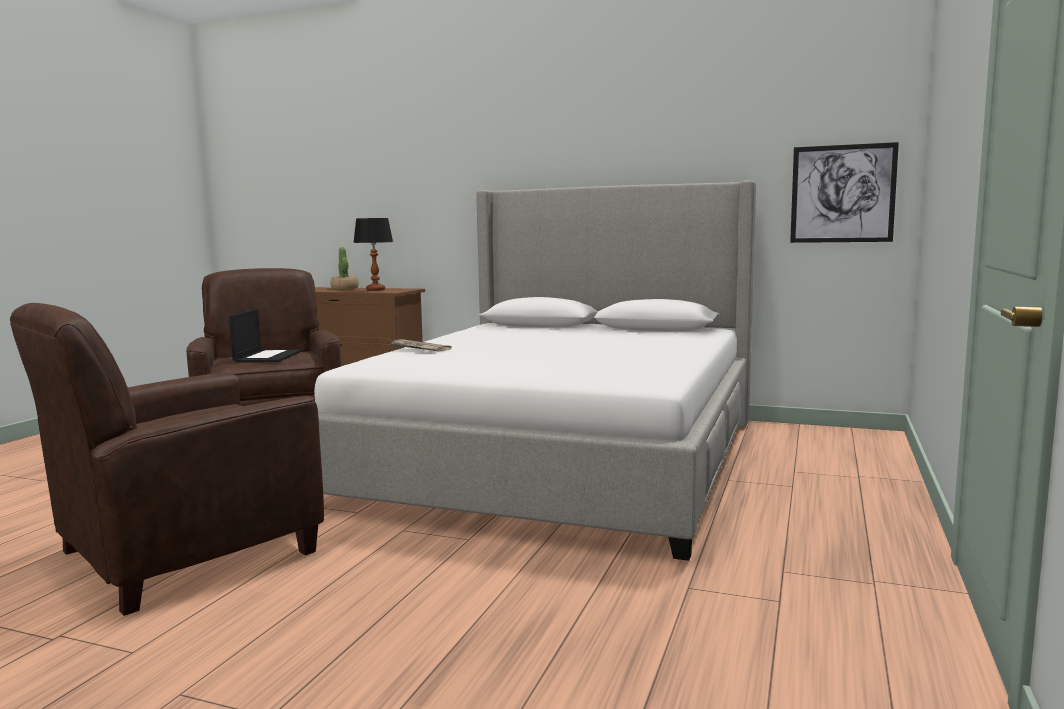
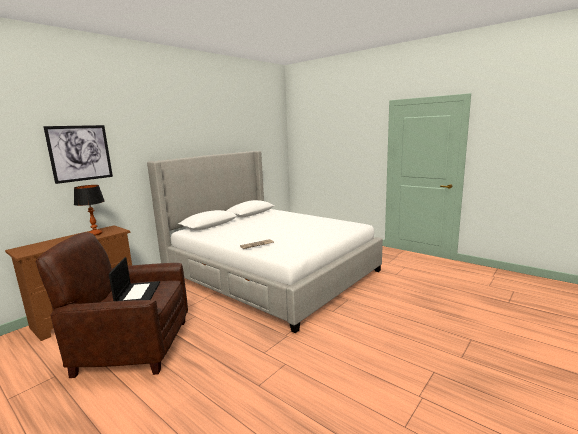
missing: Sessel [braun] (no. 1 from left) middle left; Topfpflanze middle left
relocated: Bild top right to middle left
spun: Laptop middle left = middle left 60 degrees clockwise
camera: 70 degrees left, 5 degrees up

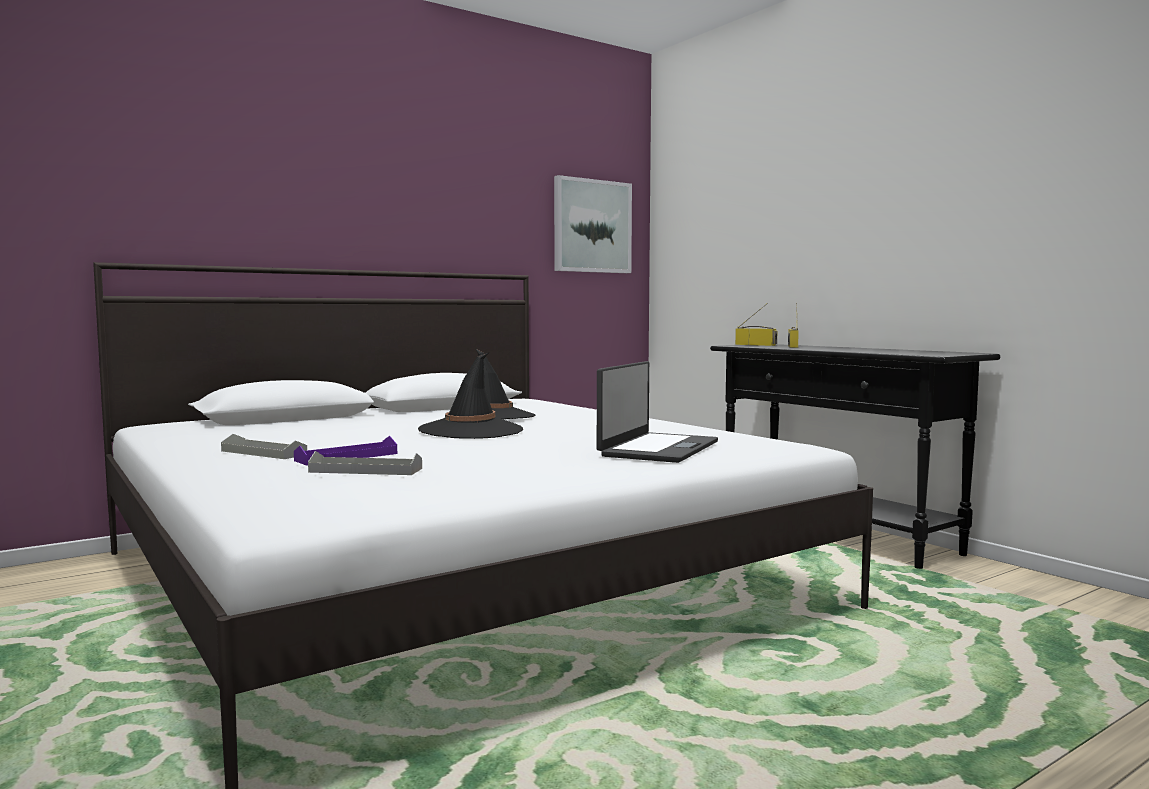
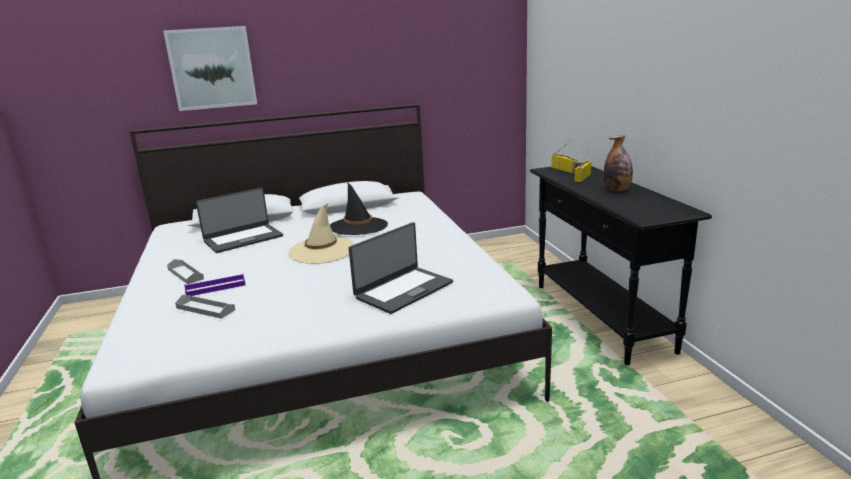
appeared: Laptop (no. 1 from left) middle left; Flasche middle right
relocated: Bild top centre to top left
colour: Hut [schwarz] (no. 1 from left) centre to Hut [beige] centre
camera: 20 degrees right, 15 degrees up

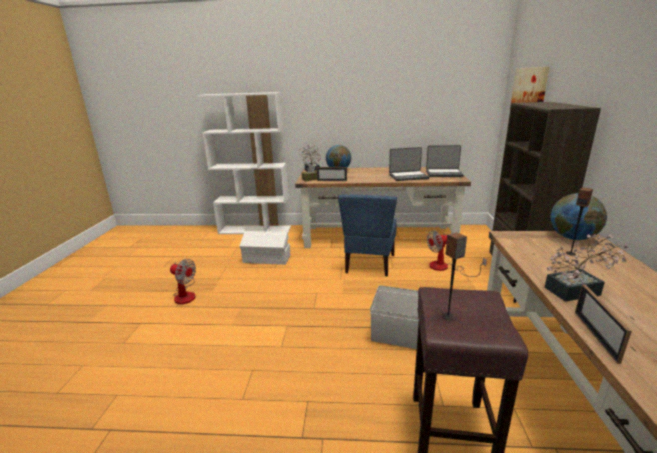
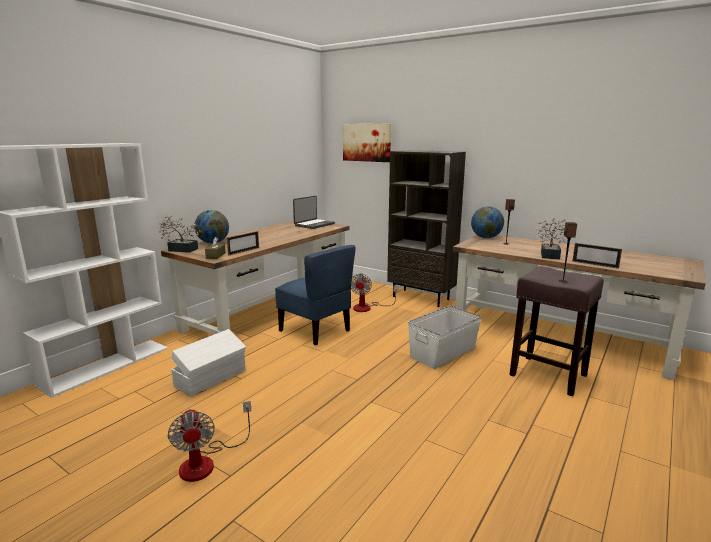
missing: Laptop (no. 1 from left) centre
spun: Ventilator (no. 1 from left) middle left = bottom left 105 degrees clockwise
camera: 60 degrees left, 5 degrees down

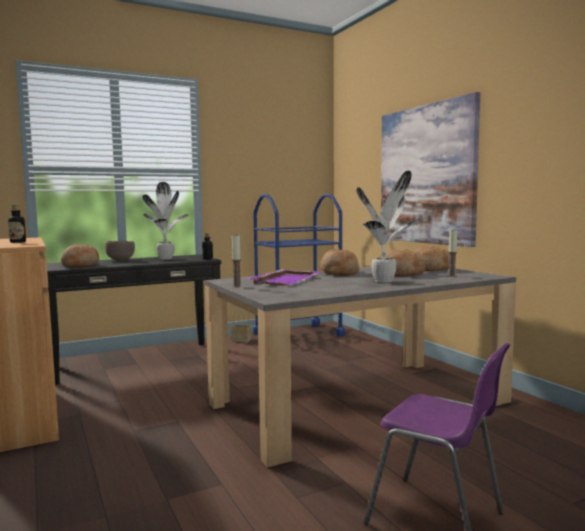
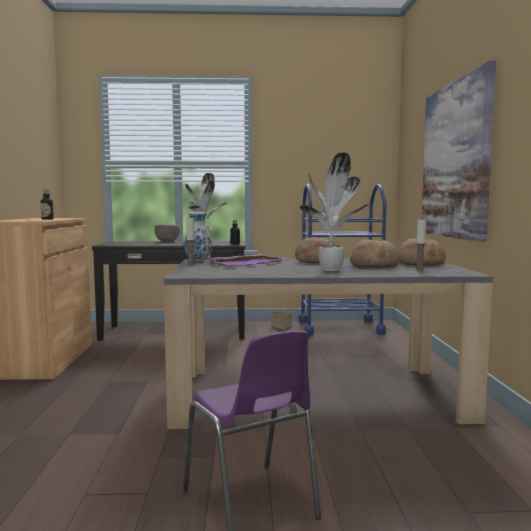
missing: Brot (no. 1 from left) middle left
appeared: Vase centre
camera: 25 degrees right, 0 degrees up

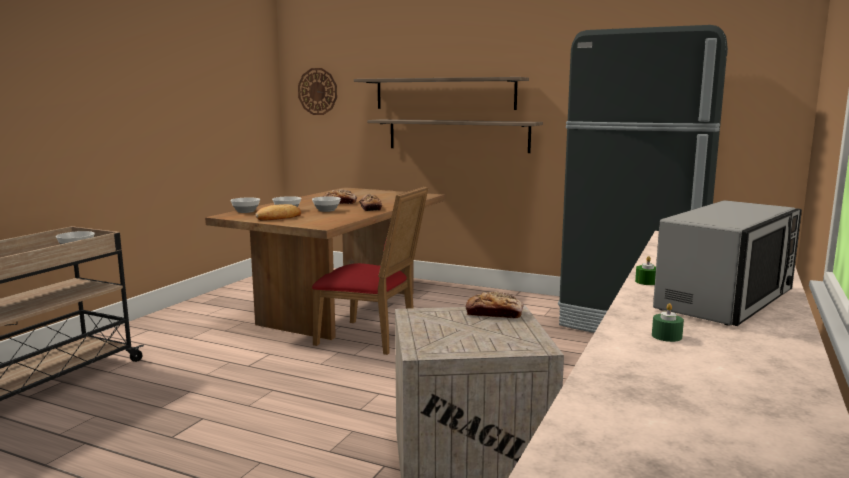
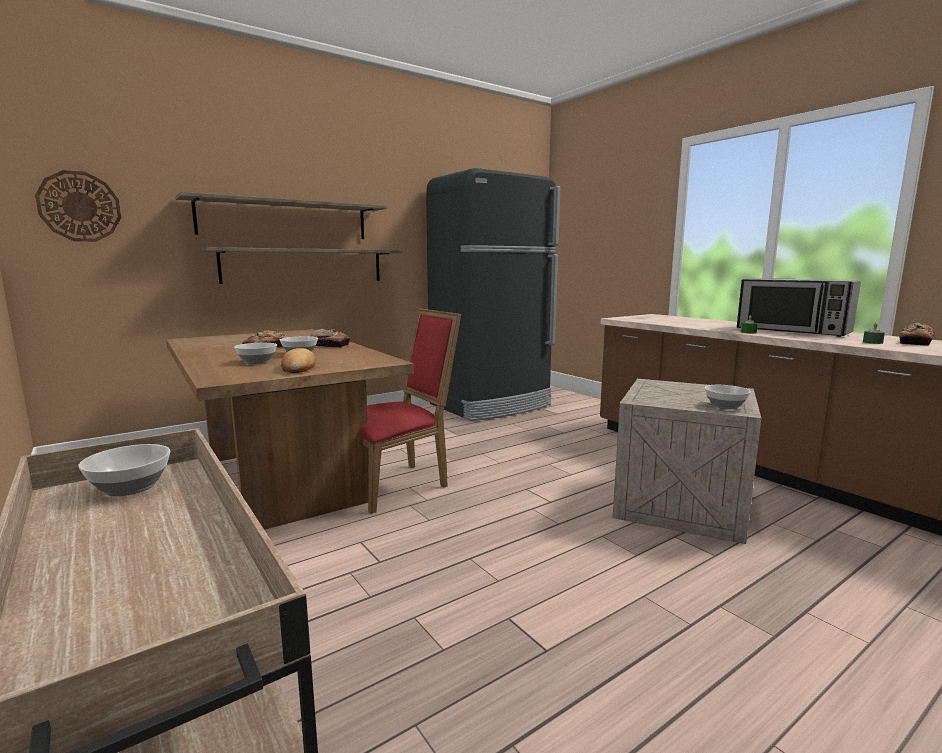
relocated: Schüssel (no. 2 from left in the first image) middle left to Schüssel (no. 4 from left) middle right; Brot (no. 4 from left) centre to middle right
spun: Mikrowelle middle right = middle right 150 degrees clockwise
camera: 60 degrees left, 0 degrees up

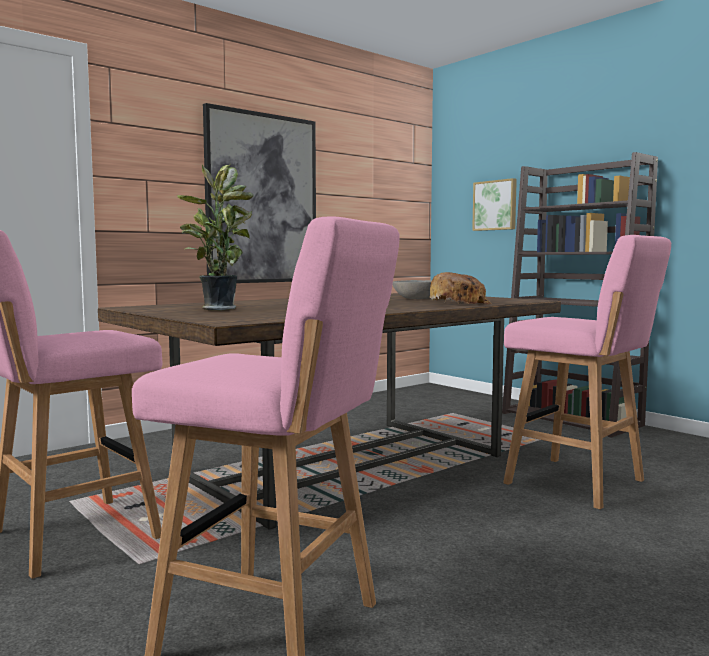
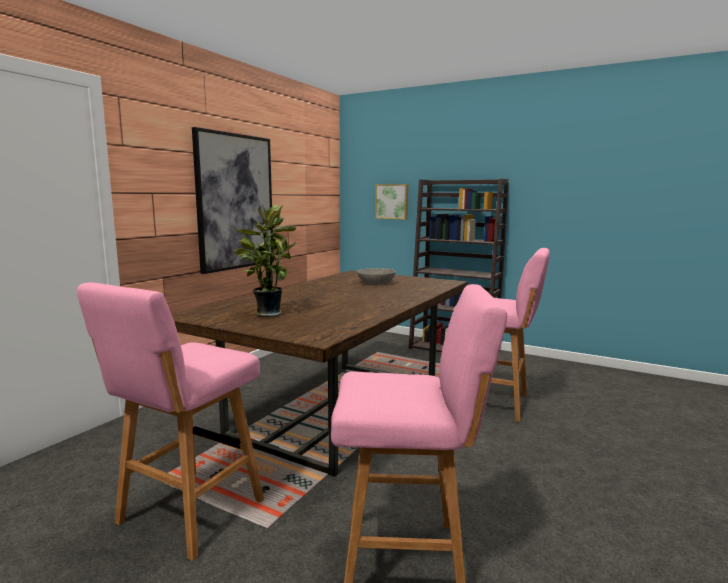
missing: Brot centre
camera: 20 degrees left, 5 degrees up

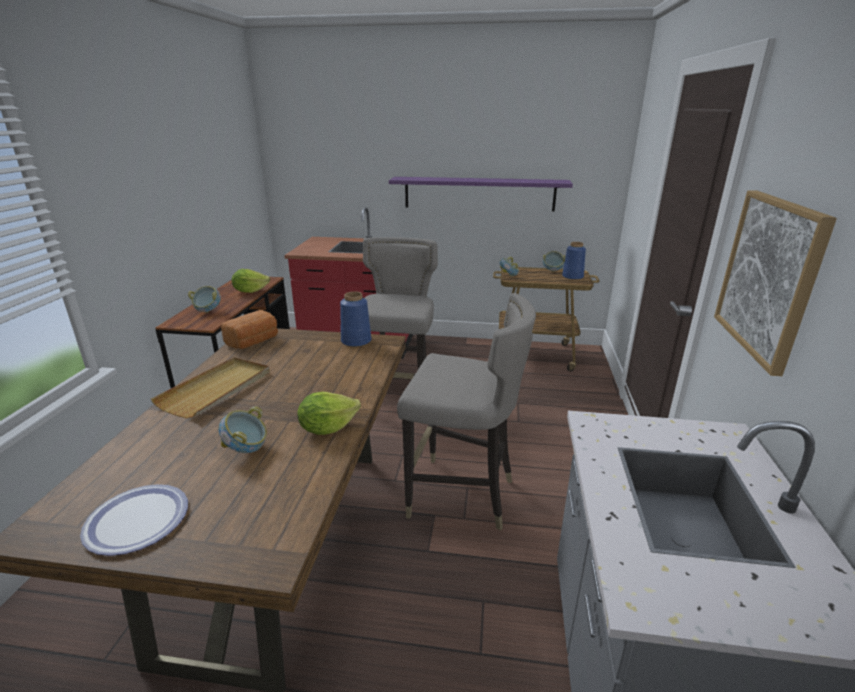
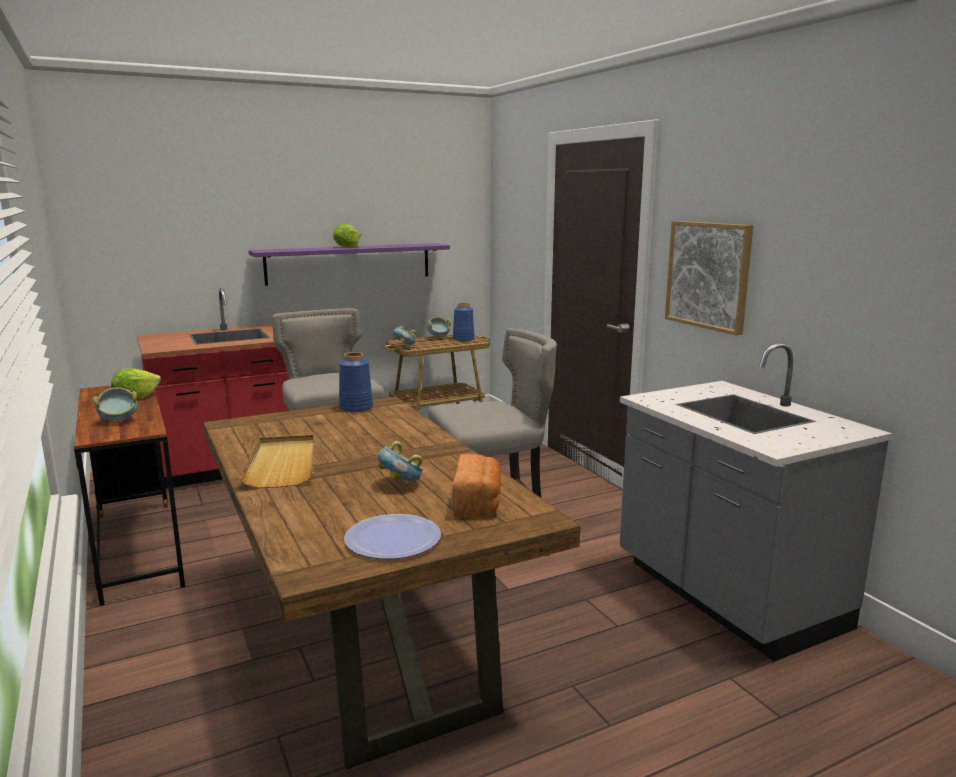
relocated: Salatkopf (no. 2 from left) centre to top centre; Brot middle left to centre
camera: 35 degrees left, 10 degrees down

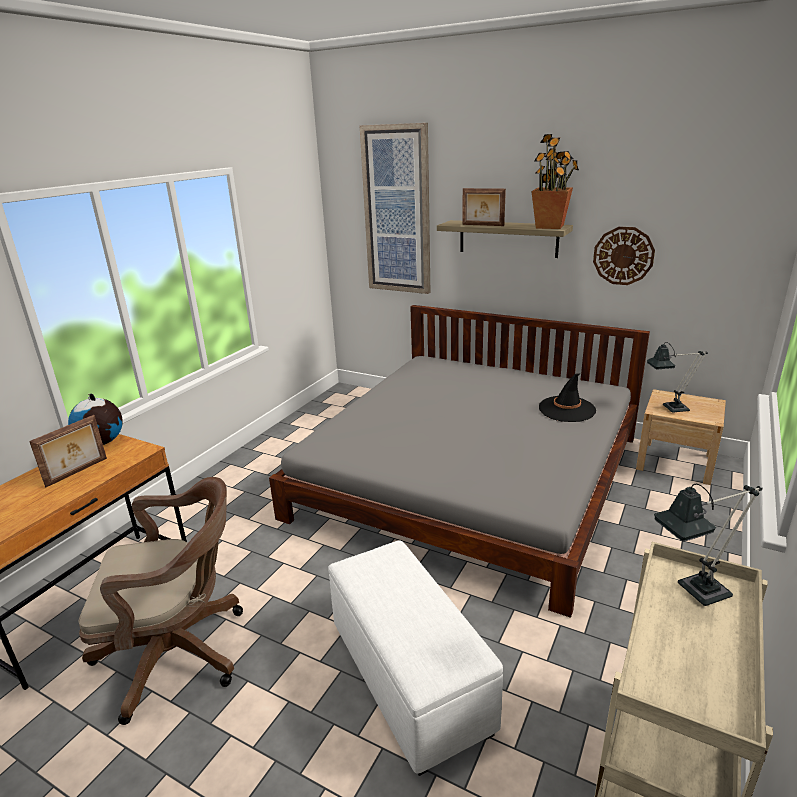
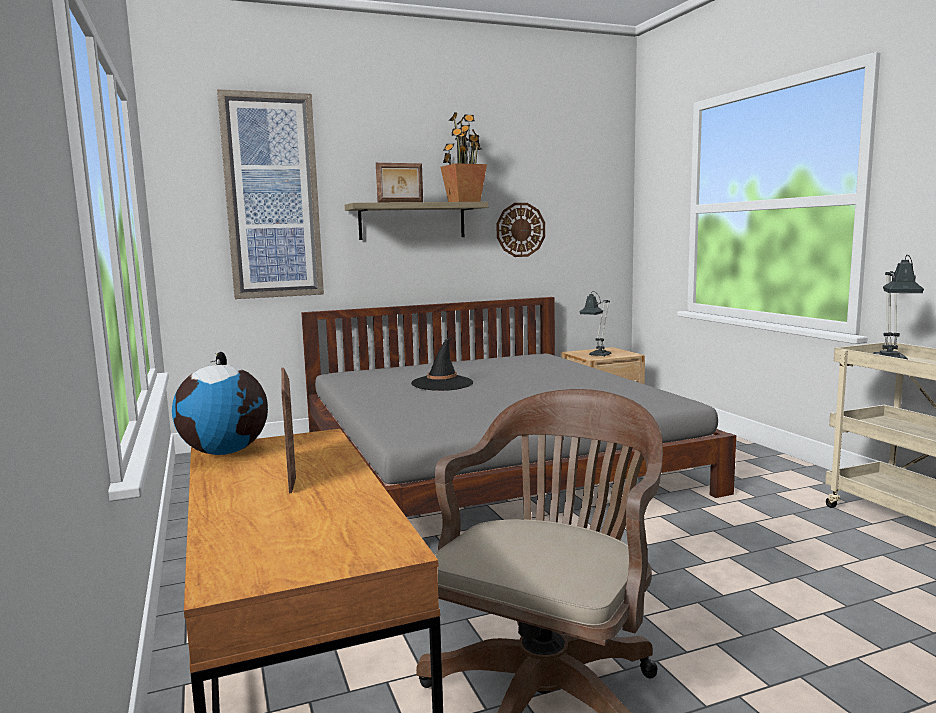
missing: Polsterhocker [weiß] bottom centre
relocated: Hut [schwarz] middle right to centre
camera: 50 degrees left, 15 degrees down

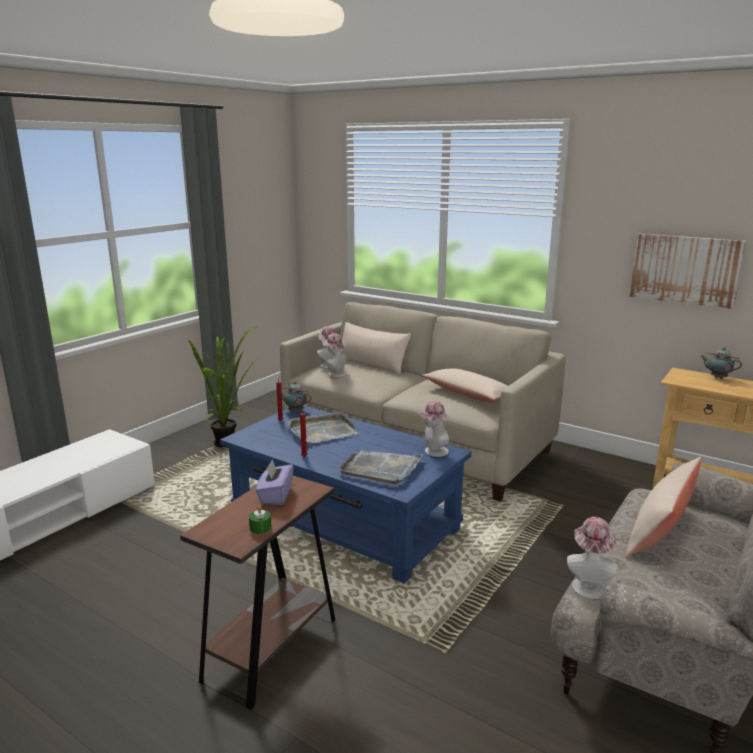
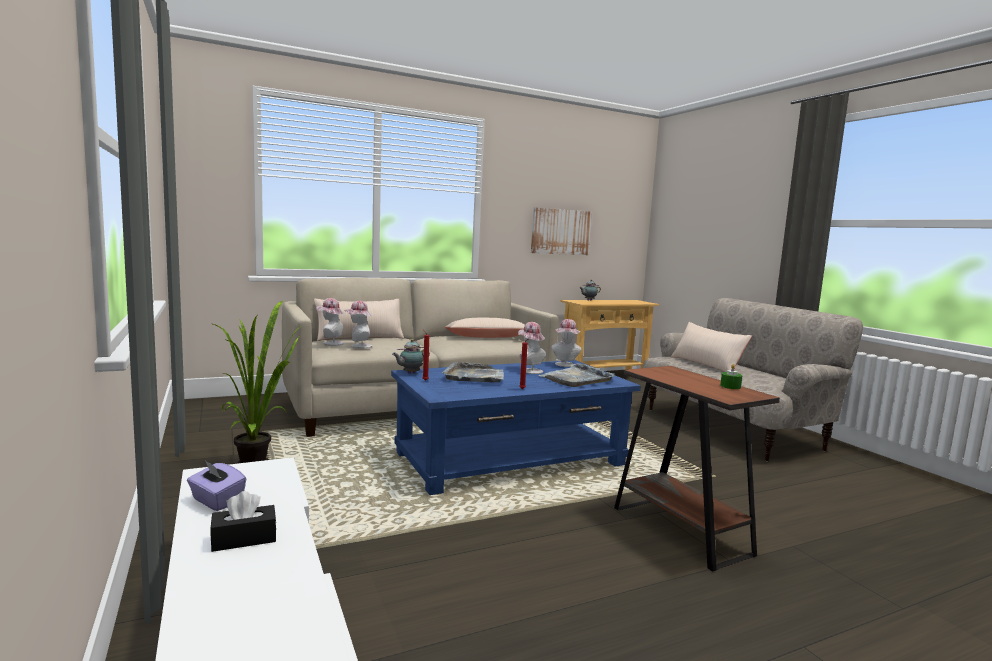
appeared: Taschentuchbox [schwarz] bottom left
relocated: Taschentuchbox [lila] centre to bottom left; Hut (no. 4 from left in the first image) bottom right to Hut (no. 3 from left) centre
camera: 60 degrees left, 10 degrees down

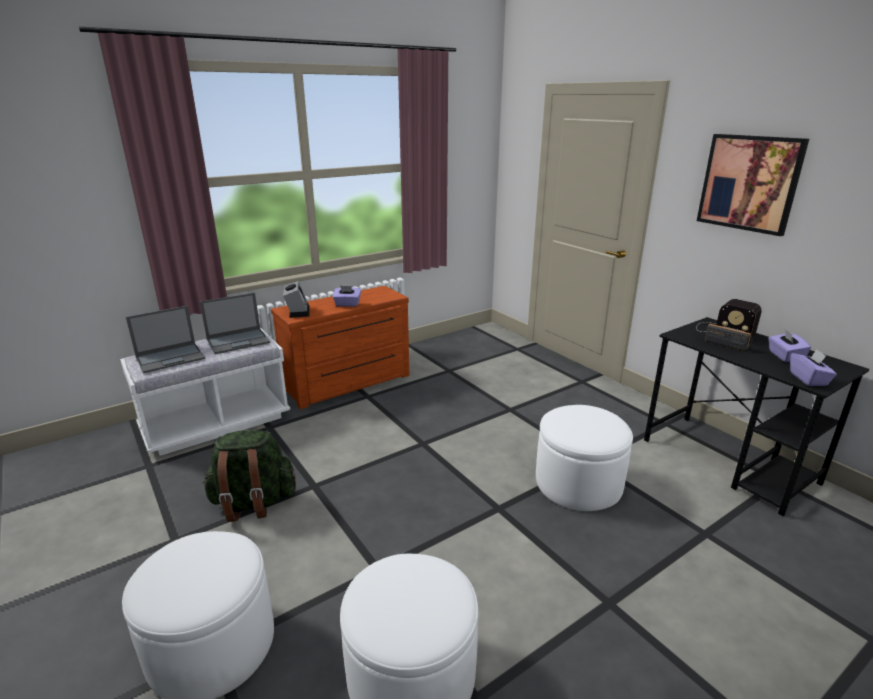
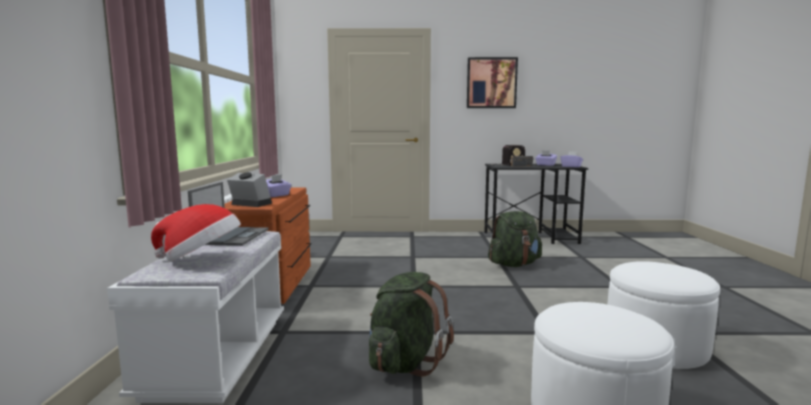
exchanged: Laptop (no. 1 from left) middle left to Hut middle left; Polsterhocker [weiß] (no. 3 from left) middle right to Rucksack [grün] (no. 2 from left) centre
camera: 55 degrees left, 15 degrees down

